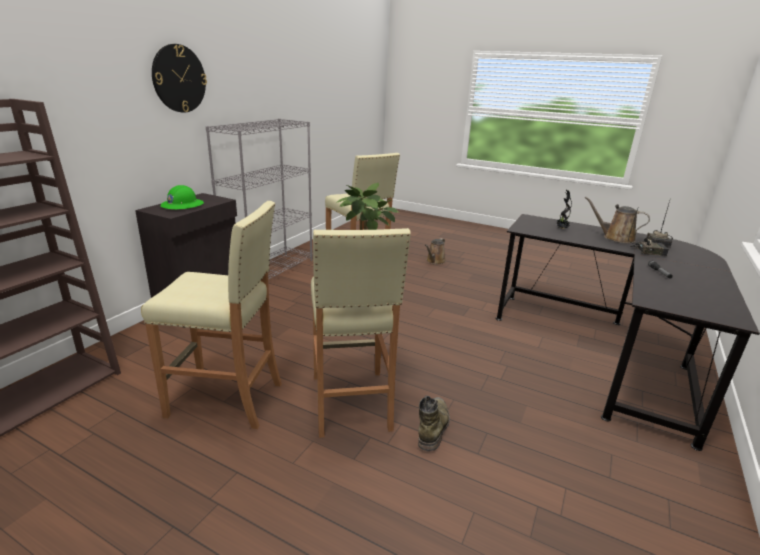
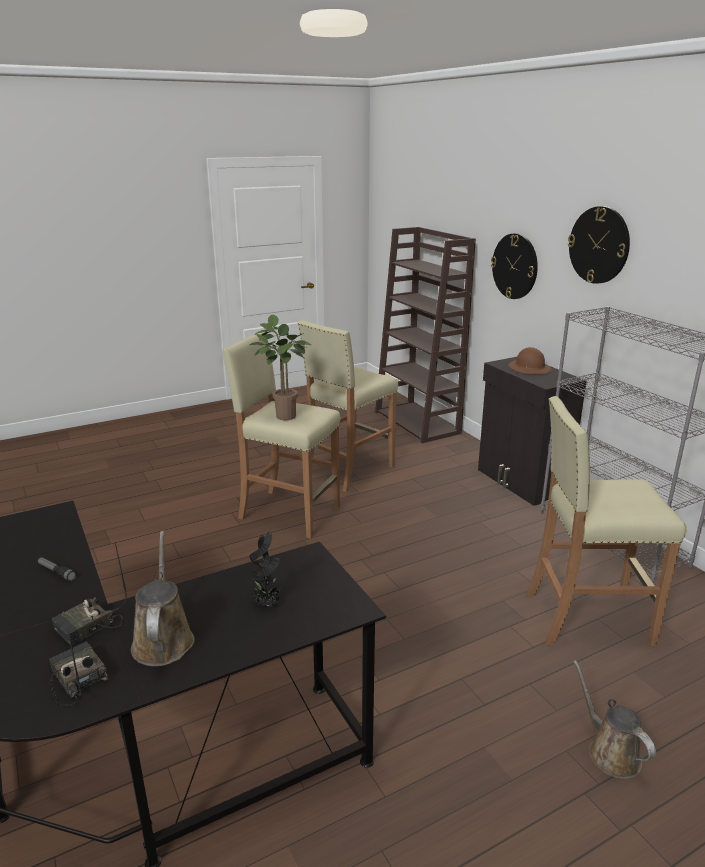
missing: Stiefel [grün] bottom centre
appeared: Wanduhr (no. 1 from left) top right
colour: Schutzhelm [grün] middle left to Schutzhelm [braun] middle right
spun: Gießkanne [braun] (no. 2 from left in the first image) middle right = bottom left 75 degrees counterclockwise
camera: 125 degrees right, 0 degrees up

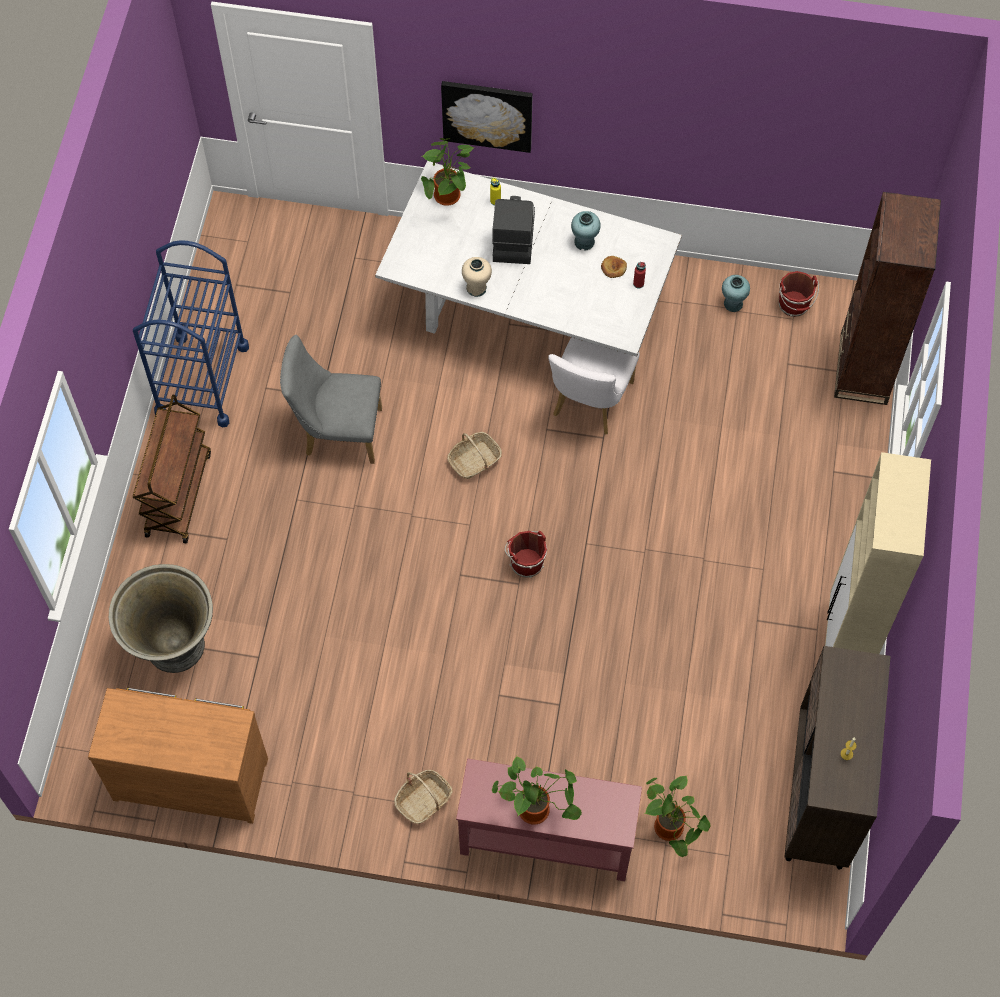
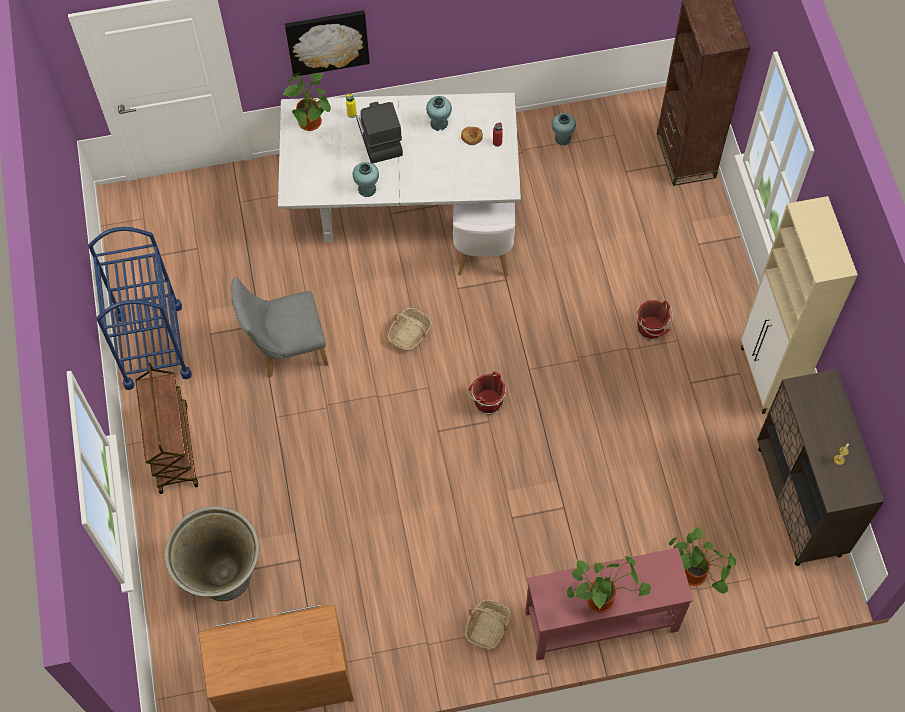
relocated: Eimer [rot] (no. 2 from left) top right to middle right
colour: Vase [beige] top centre to Vase [türkis] (no. 1 from left) top centre
camera: 20 degrees left, 0 degrees up

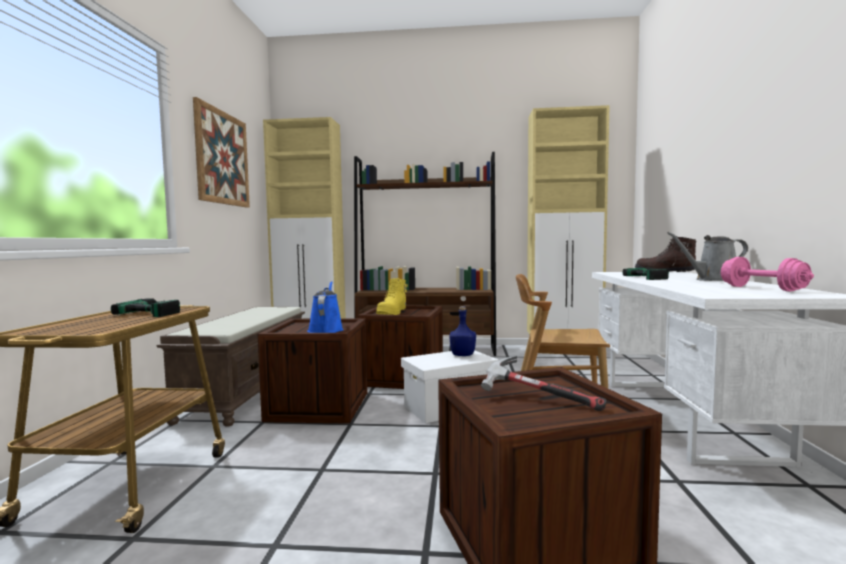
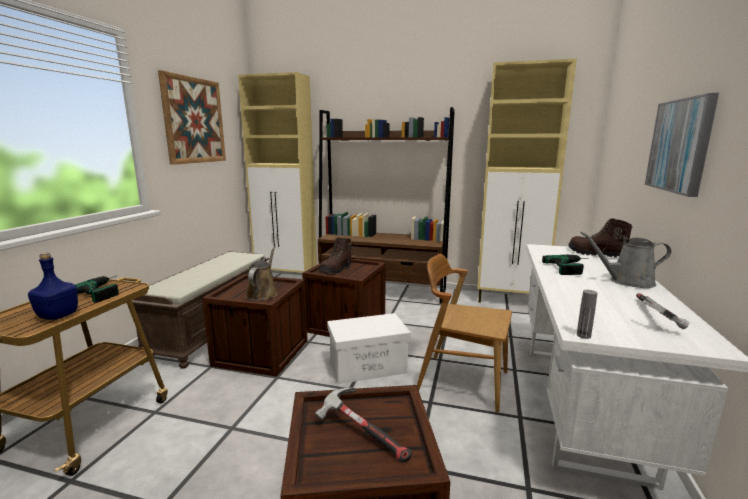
appeared: Flasche [grau] middle right; Bild (no. 2 from left) top right
relocated: Flasche [blau] centre to middle left
exchanged: Hantel [rosa] middle right to Hammer (no. 2 from left) middle right
colour: Gießkanne [blau] centre to Gießkanne [braun] centre; Stiefel [gelb] centre to Stiefel [braun] (no. 1 from left) centre
camera: 10 degrees right, 10 degrees up

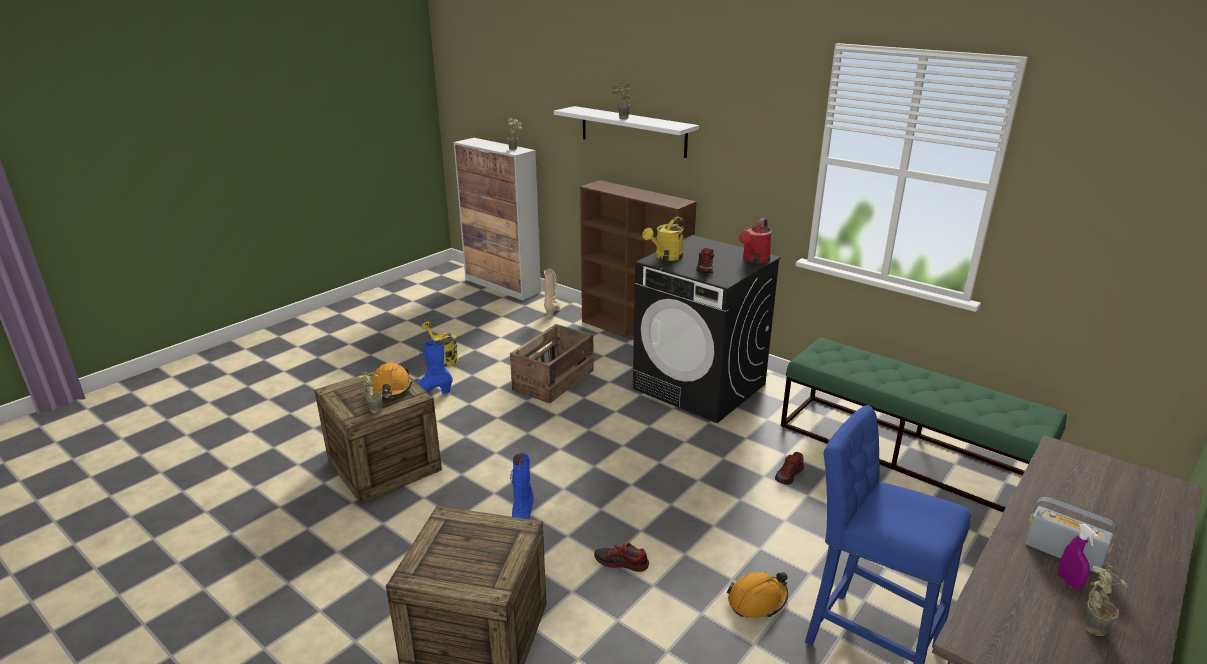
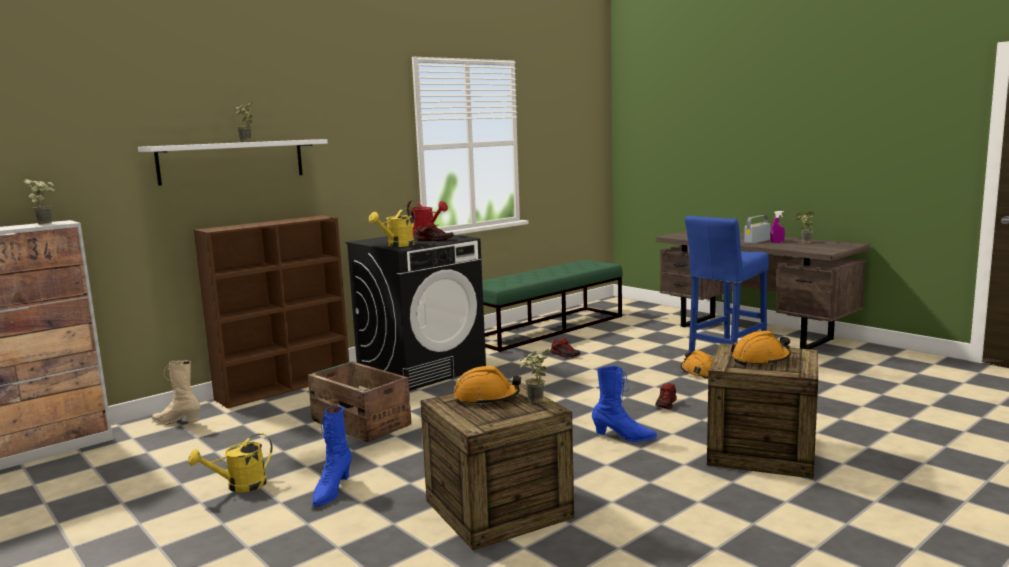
appeared: Schutzhelm [orange] (no. 3 from left) middle right
spun: Gießkanne [gelb] (no. 2 from left) centre = centre 75 degrees clockwise
camera: 80 degrees left, 15 degrees down

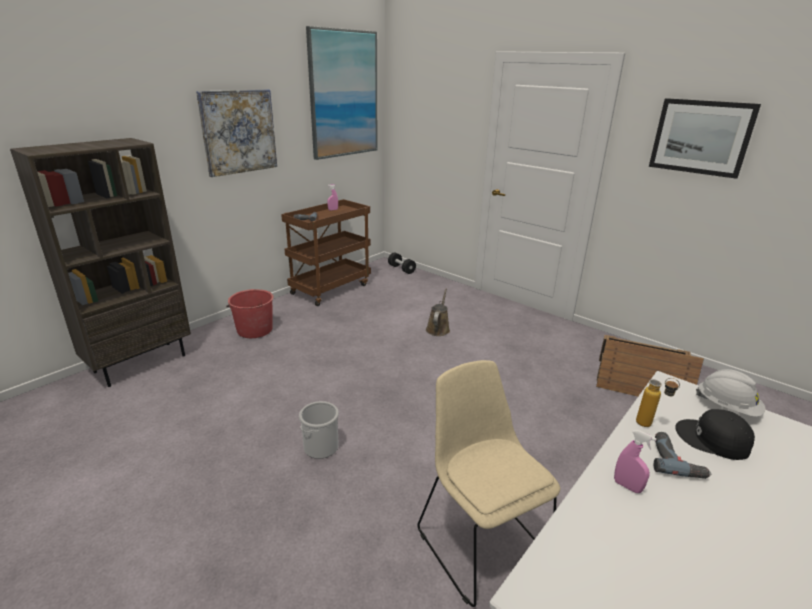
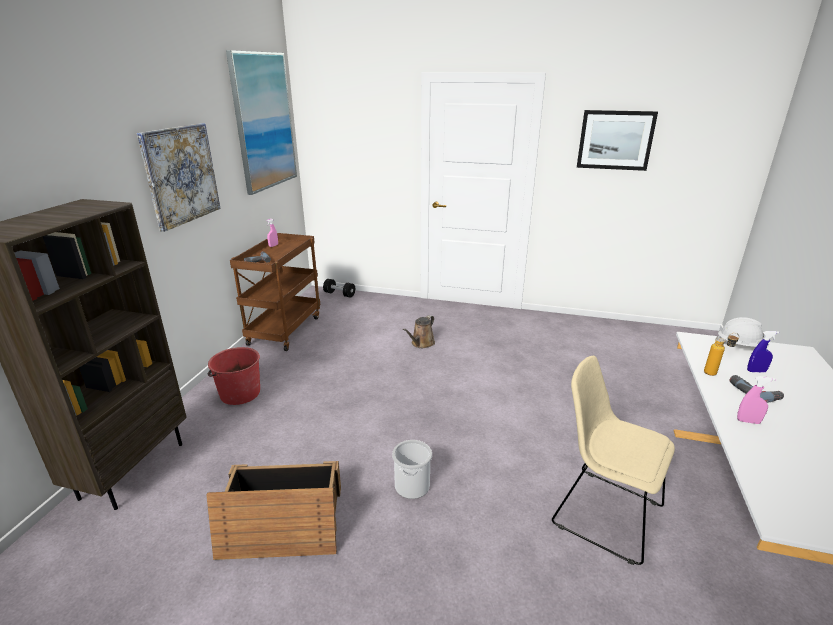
relocated: Kiste middle right to bottom left
exchanged: Kappe [schwarz] bottom right to Sprühflasche [blau] middle right
spun: Gießkanne [braun] centre = centre 135 degrees counterclockwise
camera: 25 degrees left, 0 degrees up

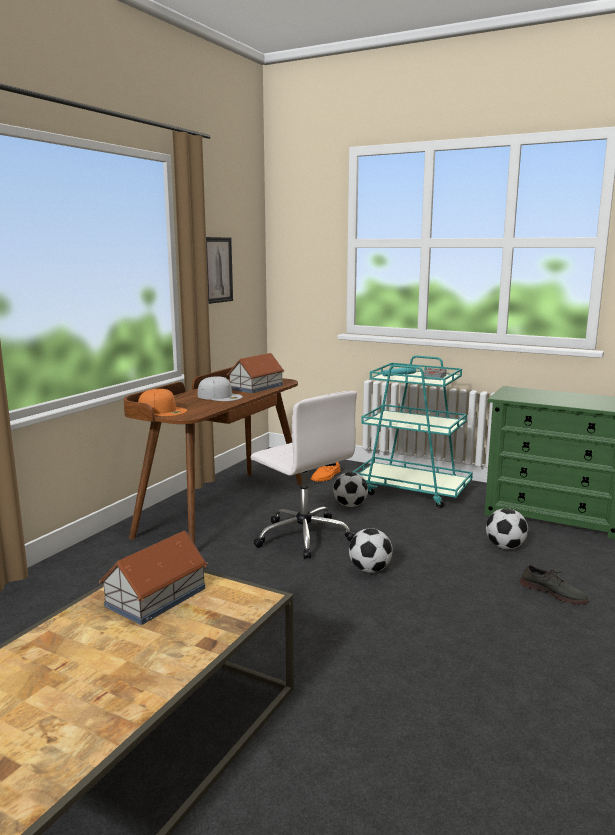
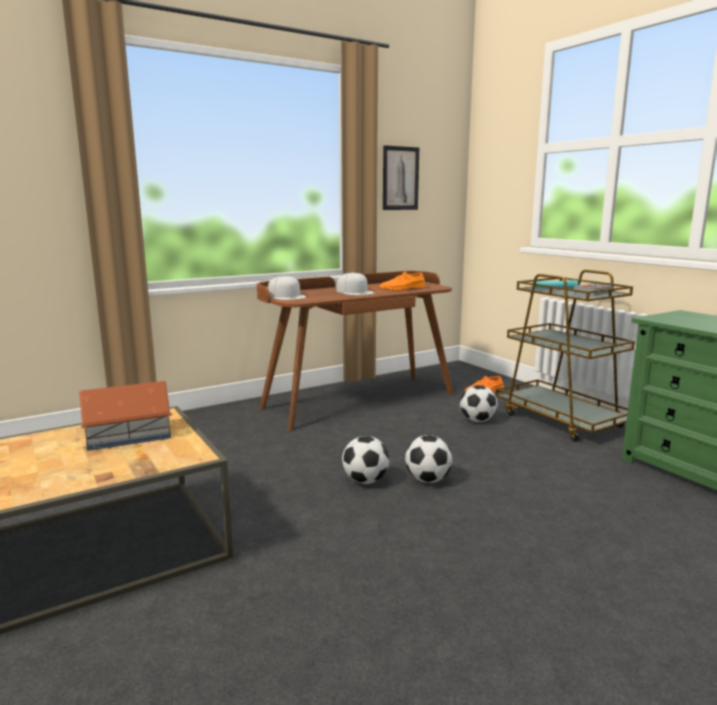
missing: Bürostuhl [weiß] centre; Schuh [grau] bottom right
relocated: Fußball (no. 3 from left in the first image) middle right to Fußball (no. 1 from left) centre
exchanged: Spielzeughaus (no. 2 from left) centre to Schuh [orange] (no. 1 from left) centre
colour: Kappe [orange] middle left to Kappe [weiß] (no. 1 from left) centre; Rollwagen [türkis] middle right to Rollwagen [braun] middle right
camera: 30 degrees right, 0 degrees up

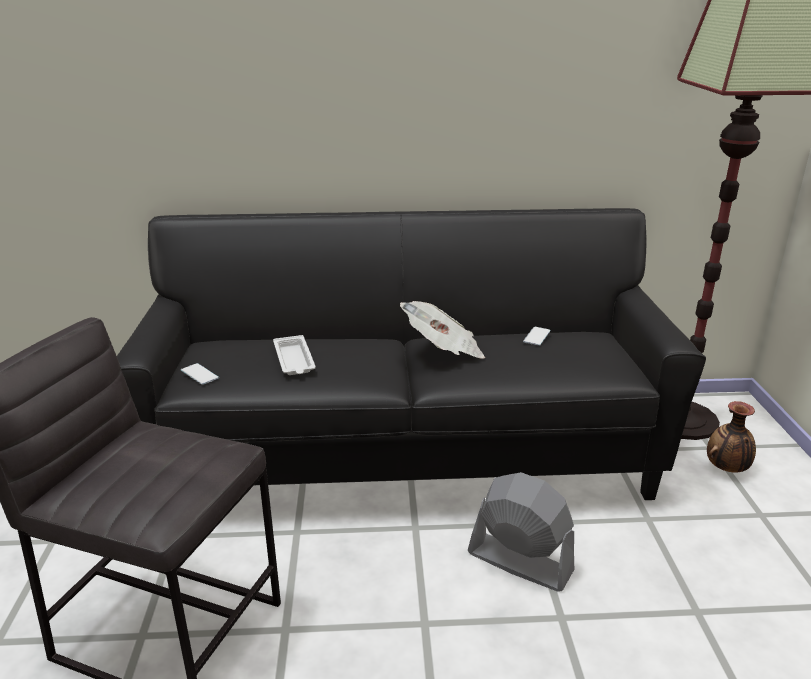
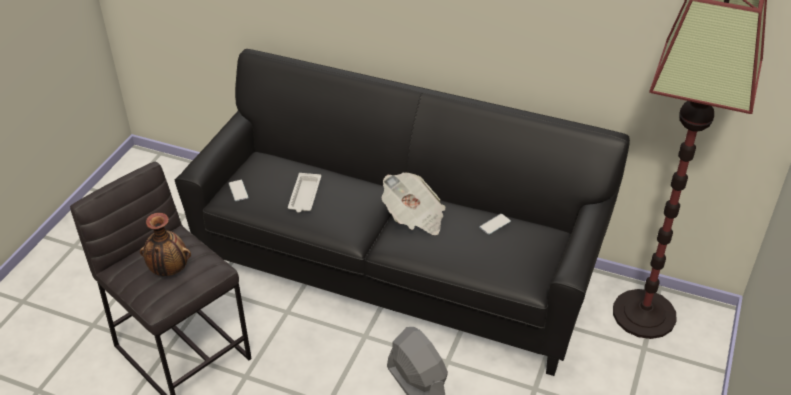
relocated: Vase middle right to middle left
camera: 25 degrees right, 15 degrees up

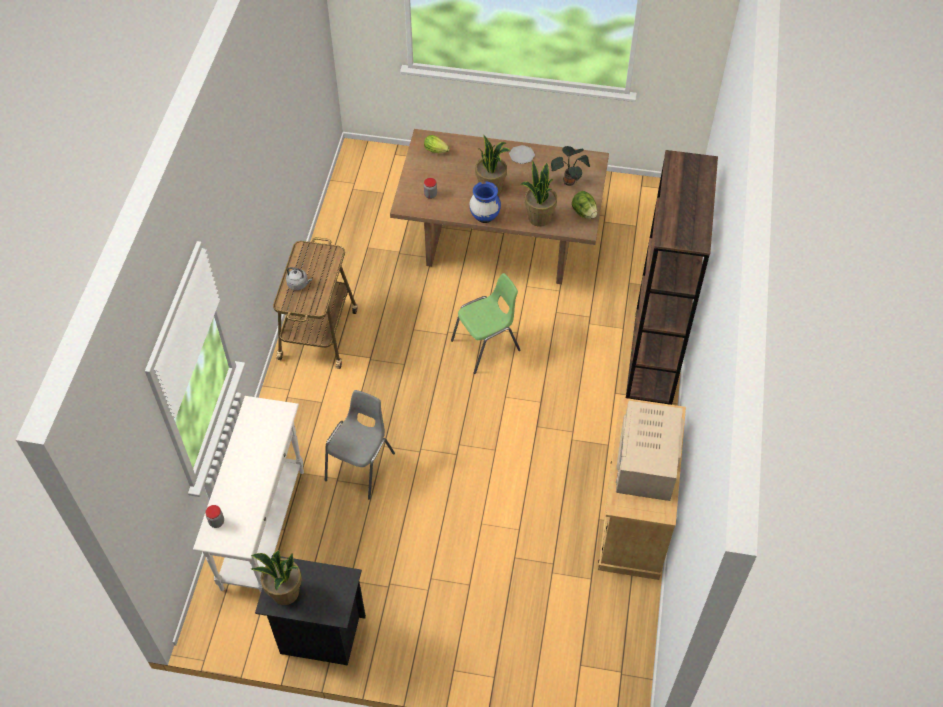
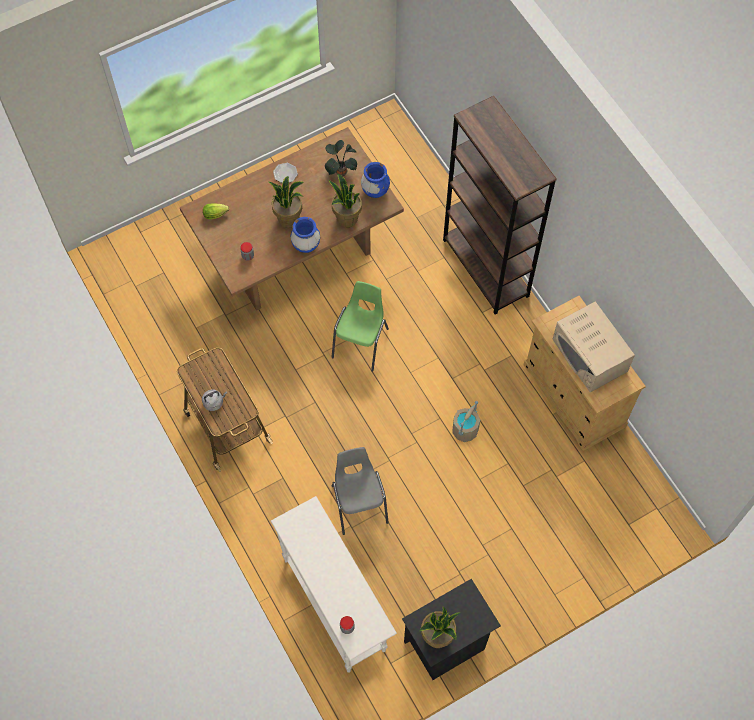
appeared: Eimer [beige] centre
exchanged: Salatkopf (no. 2 from left) top centre to Vase [blau] (no. 2 from left) top centre
camera: 40 degrees left, 10 degrees up

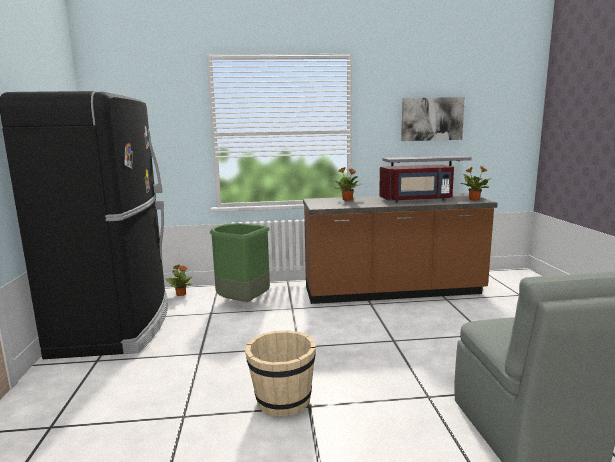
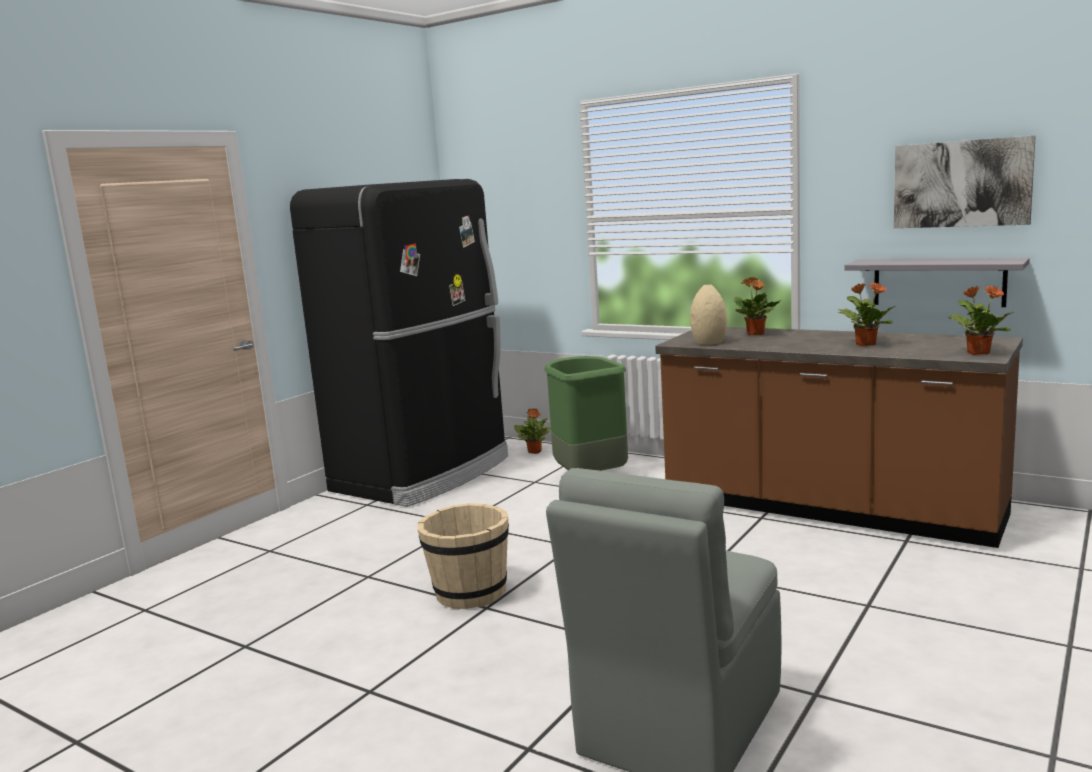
appeared: Vase [beige] centre
exchanged: Mikrowelle [rot] middle right to Topfpflanze (no. 3 from left) middle right
camera: 40 degrees right, 0 degrees up

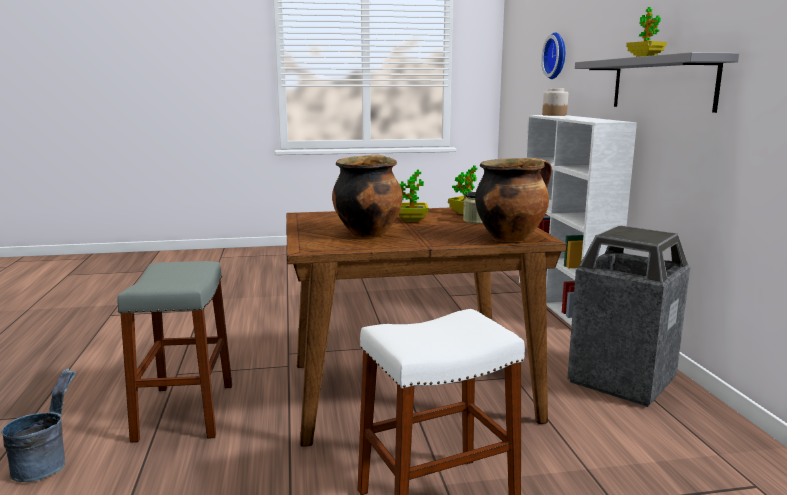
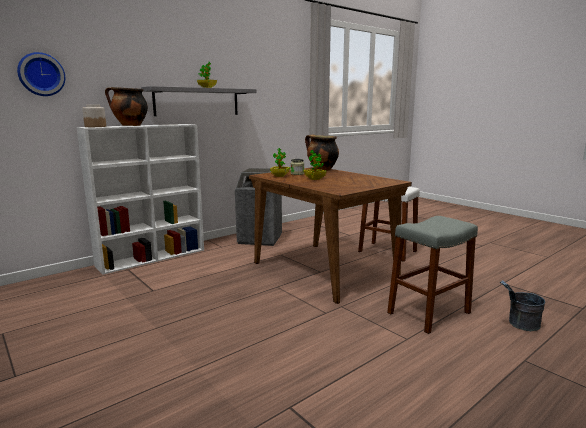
relocated: Kochtopf (no. 1 from left) centre to top left
camera: 120 degrees left, 0 degrees up

